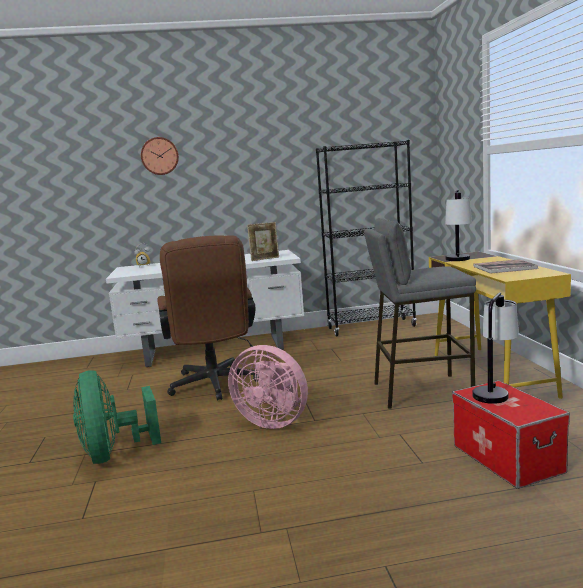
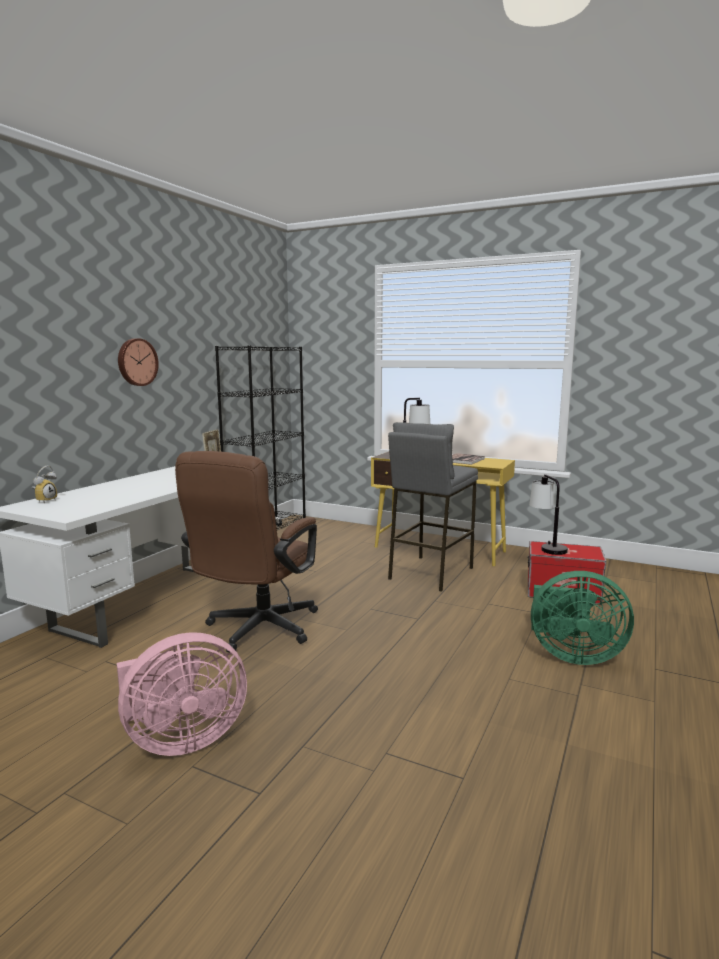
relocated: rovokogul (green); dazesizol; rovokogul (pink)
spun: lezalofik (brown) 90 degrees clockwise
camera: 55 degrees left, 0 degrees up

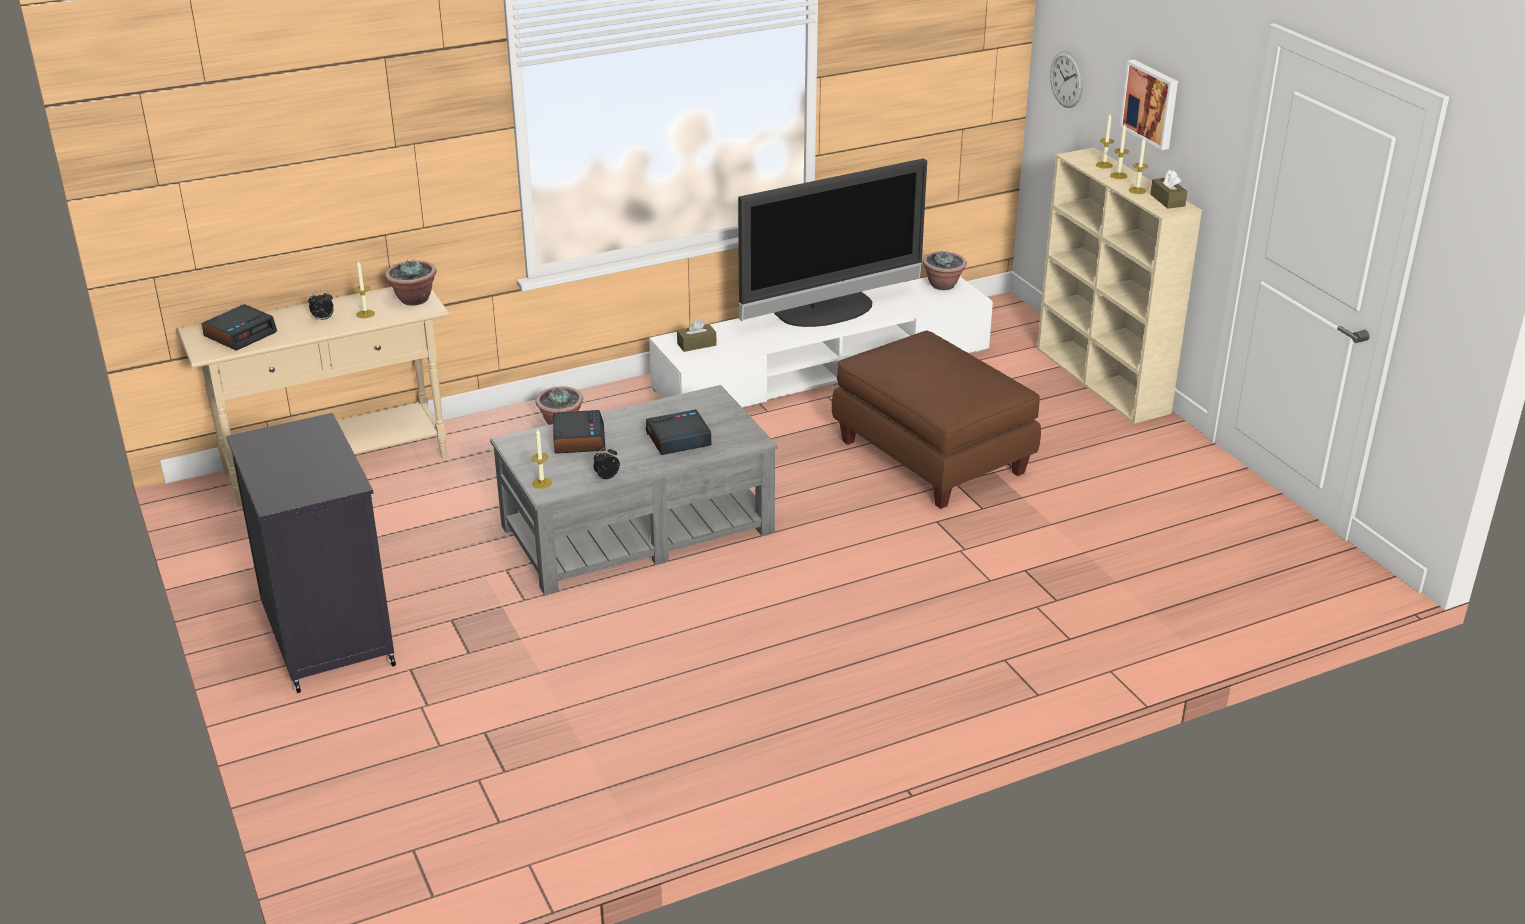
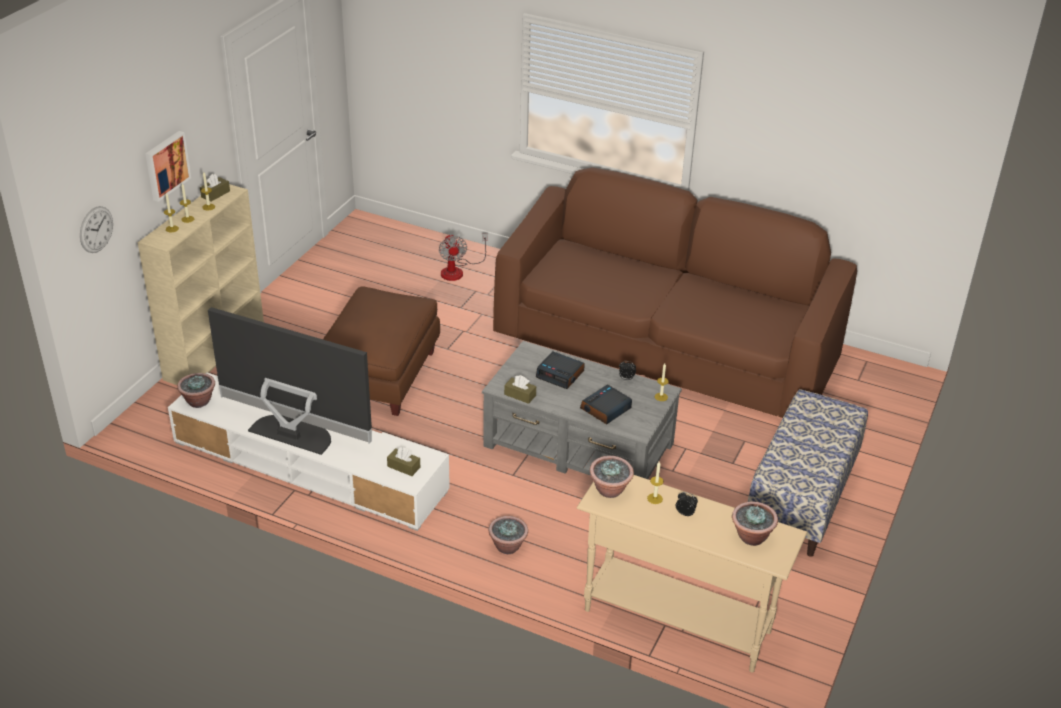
appeared: rovokogul; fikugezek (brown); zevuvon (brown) (no. 3 from left)
exchanged: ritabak (no. 1 from left) to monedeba (no. 4 from left); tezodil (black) to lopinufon
camera: 130 degrees left, 5 degrees up

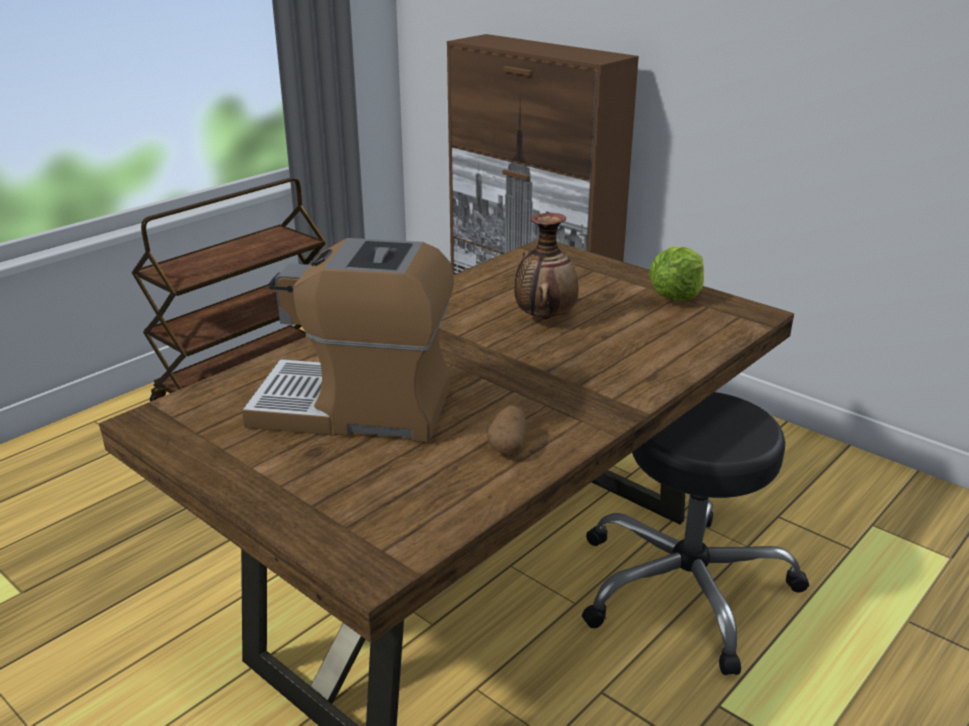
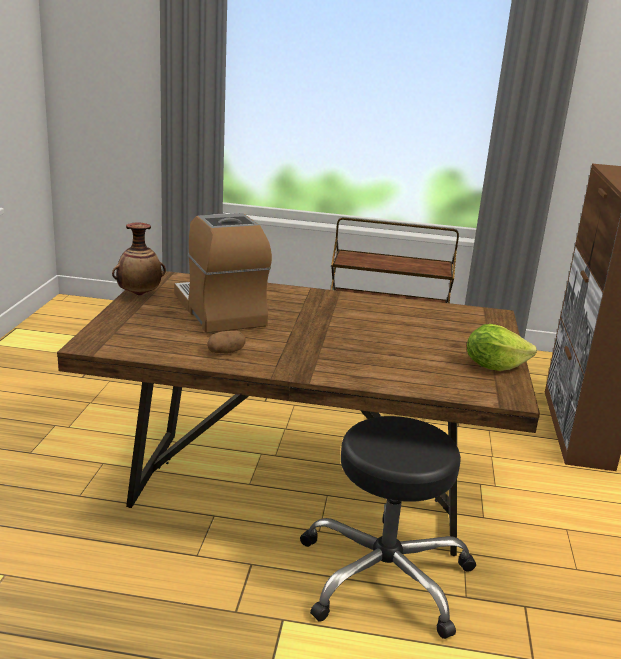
relocated: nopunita
camera: 55 degrees right, 5 degrees down

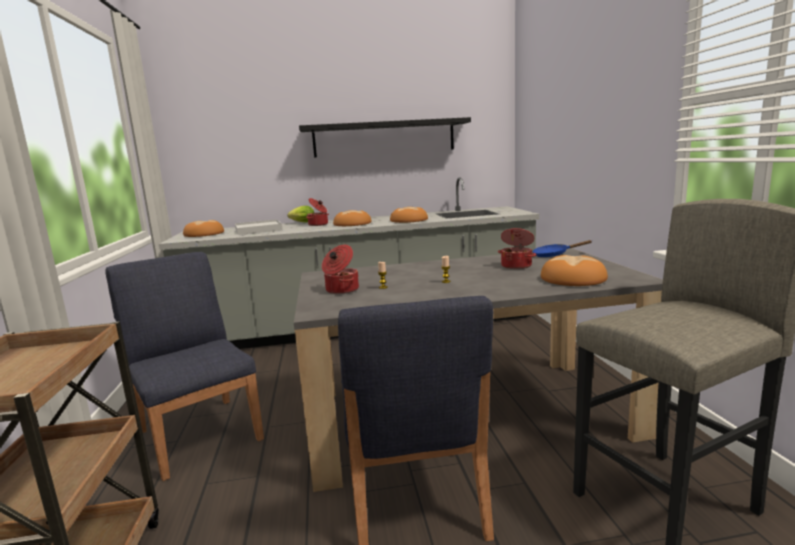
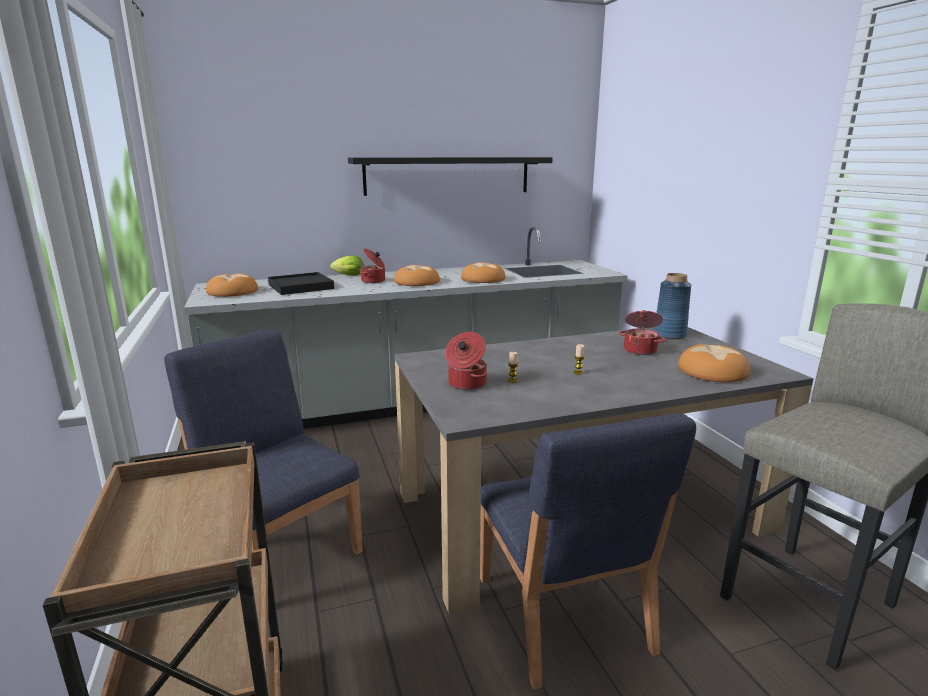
exchanged: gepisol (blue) to nopunita (blue)
colour: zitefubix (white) to zitefubix (black)
camera: 10 degrees left, 5 degrees up

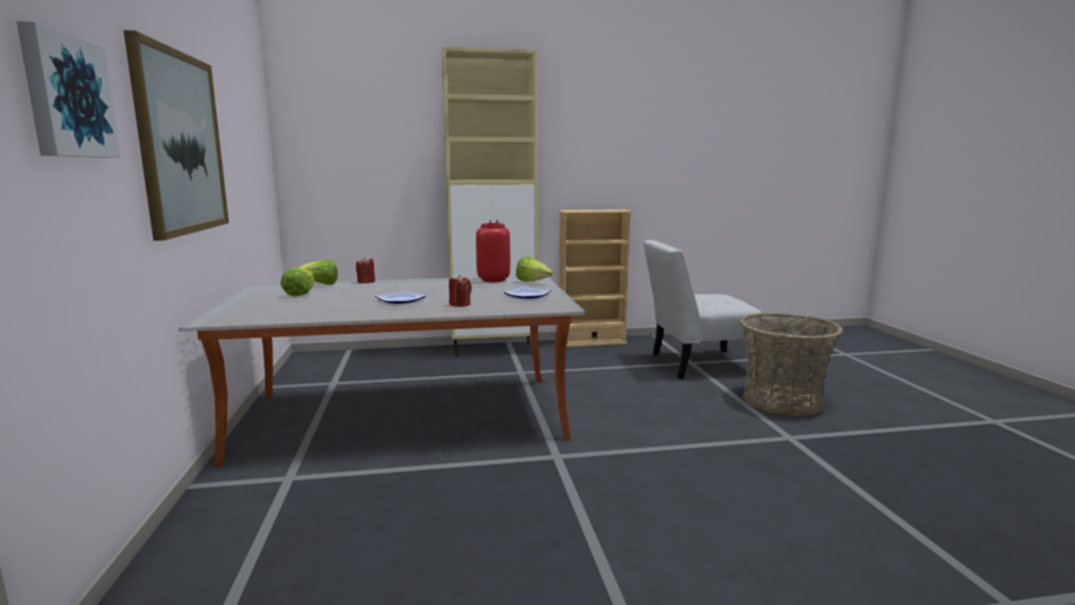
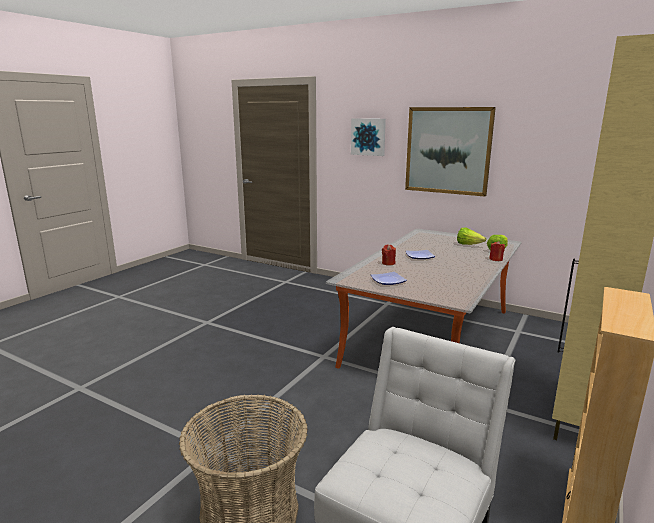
missing: nopunita (red); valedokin (no. 3 from left)
camera: 130 degrees right, 5 degrees up

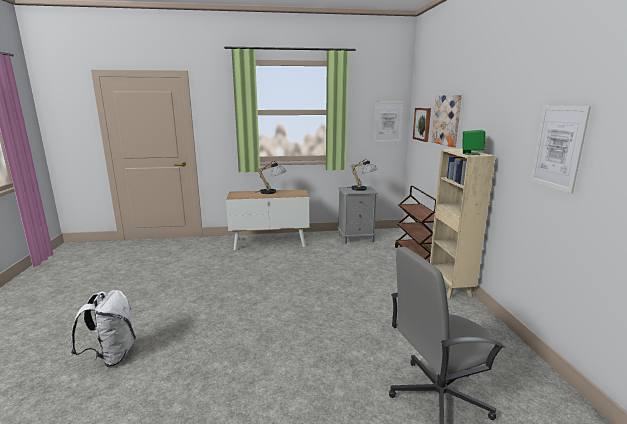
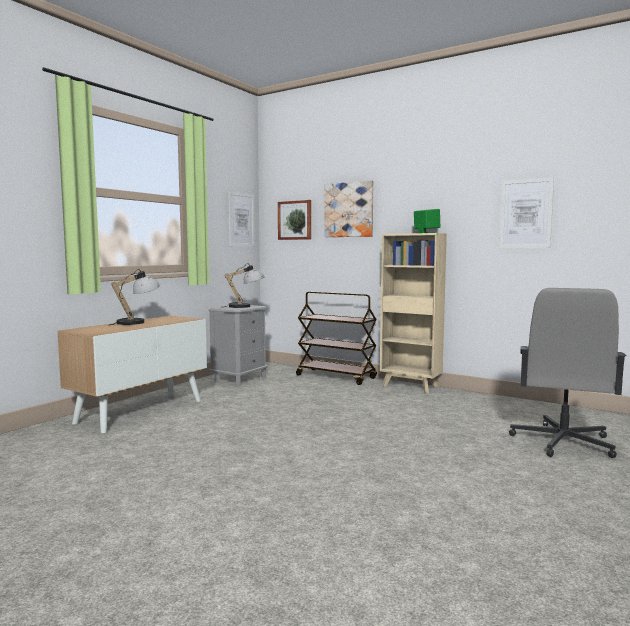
missing: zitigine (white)
camera: 50 degrees left, 10 degrees down

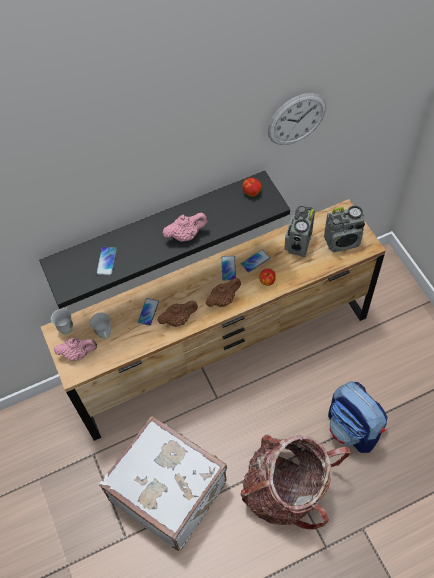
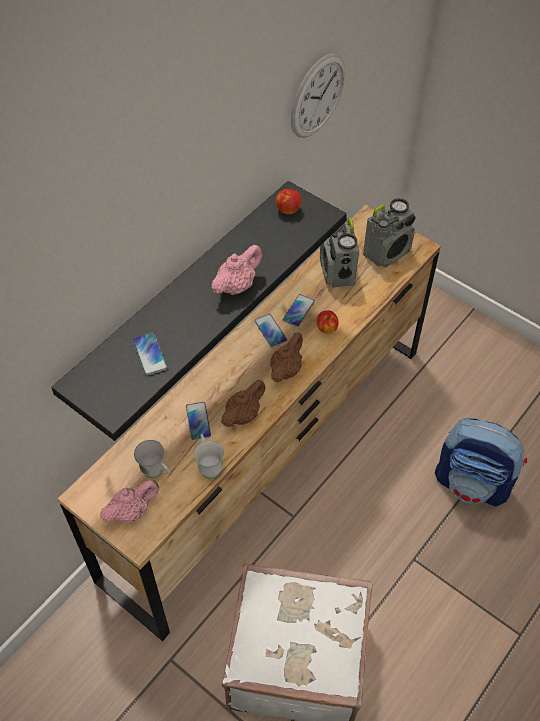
missing: zitigine (no. 1 from left)
relocated: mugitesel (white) (no. 1 from left in the first image) to mugitesel (white) (no. 2 from left)
camera: 30 degrees left, 5 degrees down

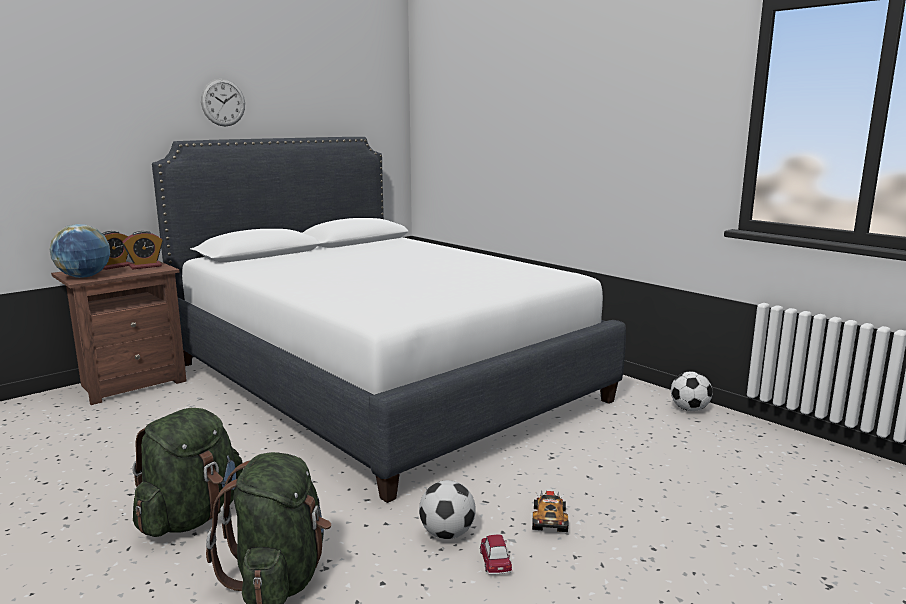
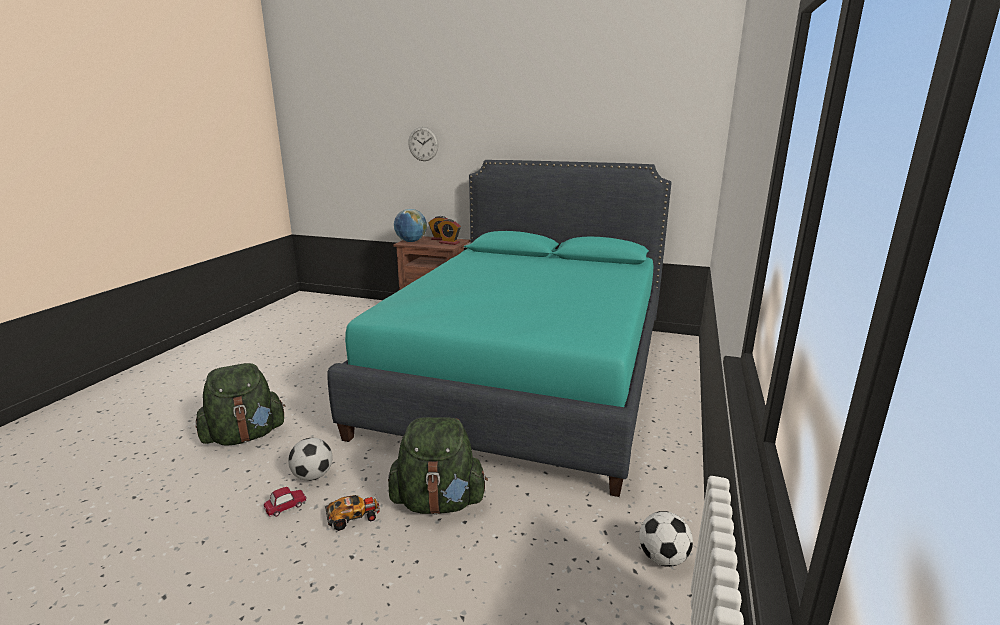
relocated: zitigine (green) (no. 1 from left in the first image) to zitigine (green) (no. 2 from left); dazesizol
colour: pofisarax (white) to pofisarax (turquoise)
camera: 60 degrees right, 5 degrees up

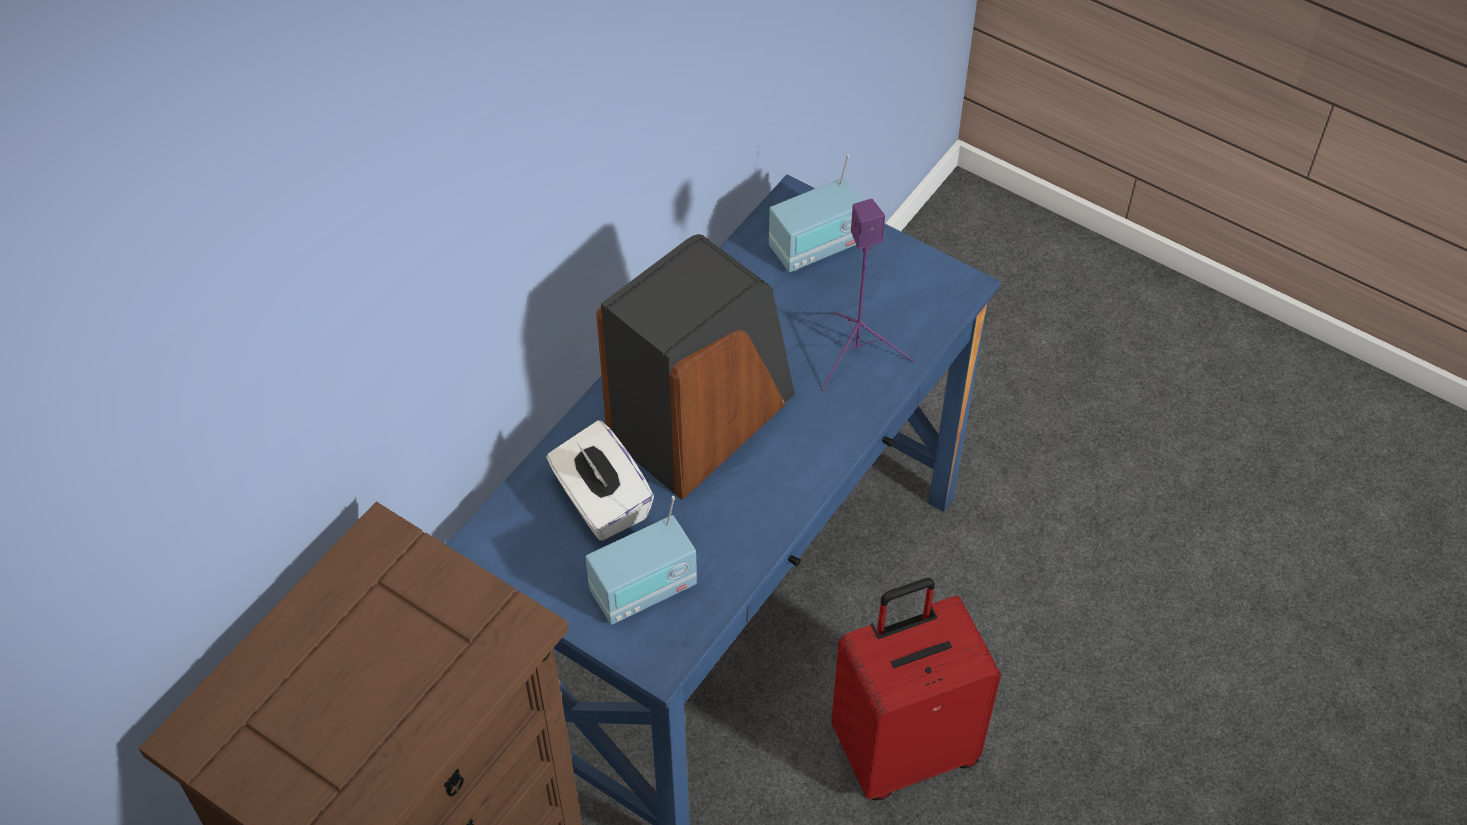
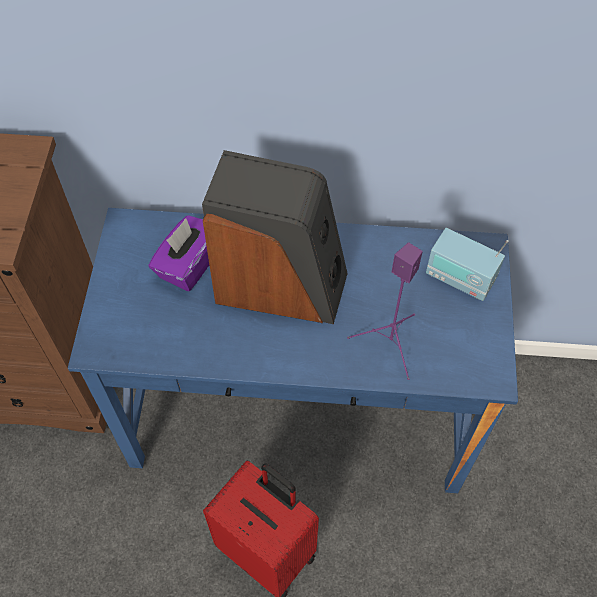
missing: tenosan (no. 1 from left)
colour: zevuvon (white) to zevuvon (purple)
camera: 60 degrees right, 5 degrees up

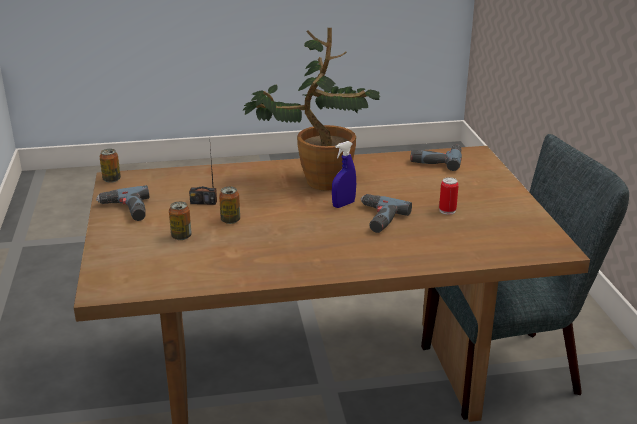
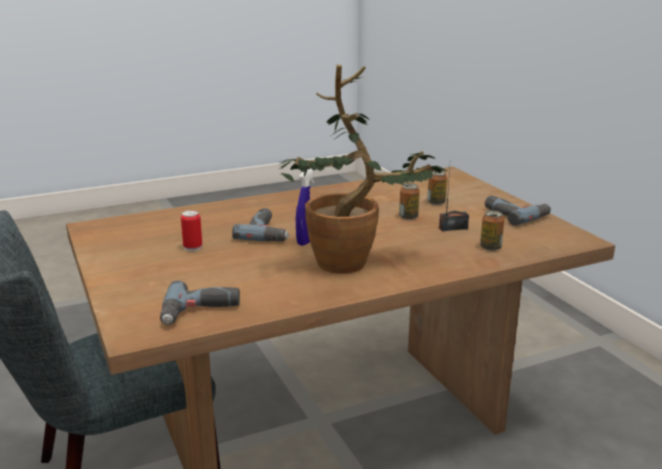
relocated: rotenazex (no. 1 from left in the first image) to rotenazex (no. 4 from left)
camera: 165 degrees right, 5 degrees down

